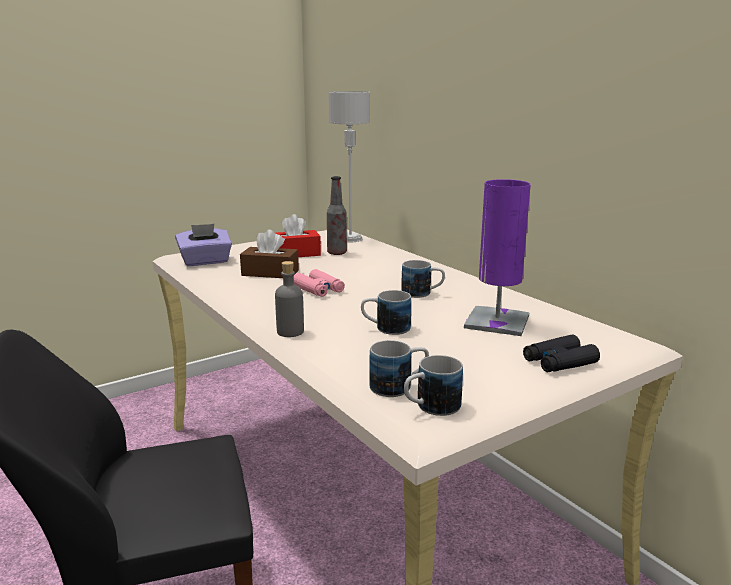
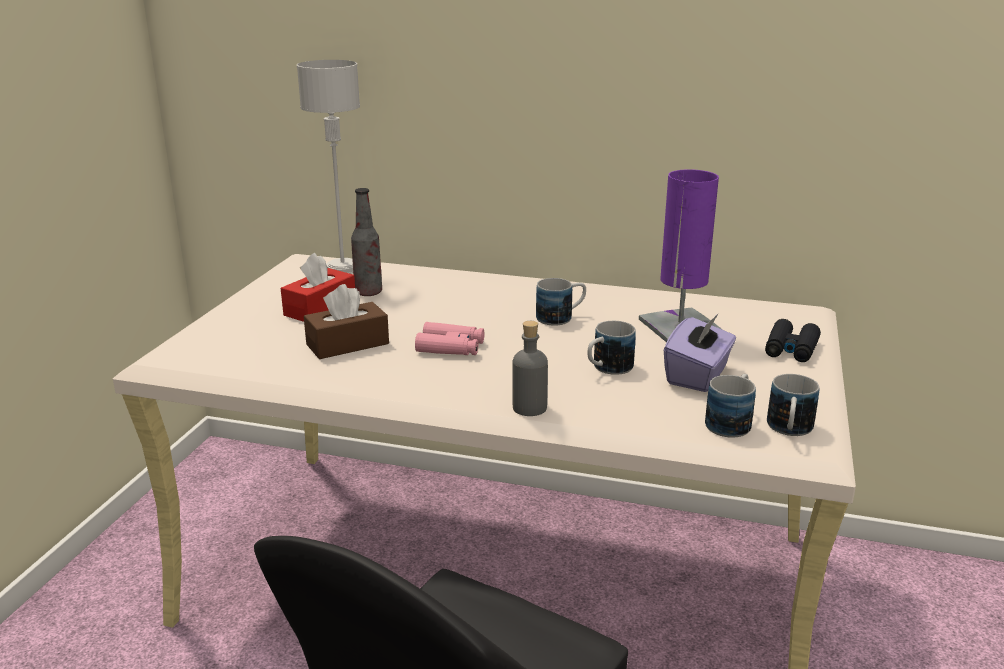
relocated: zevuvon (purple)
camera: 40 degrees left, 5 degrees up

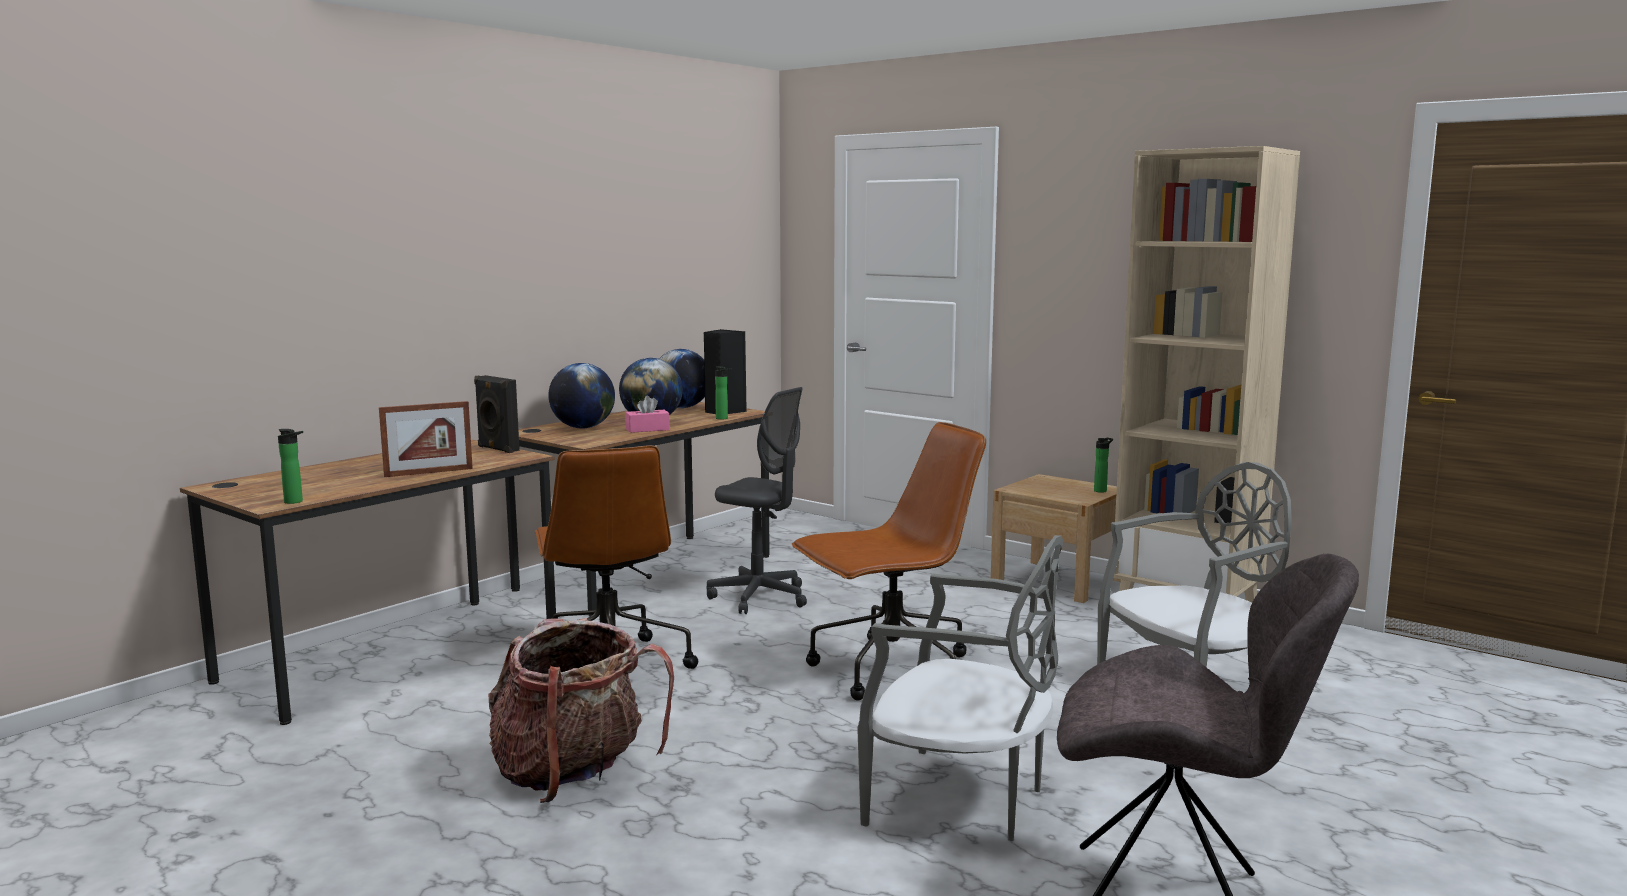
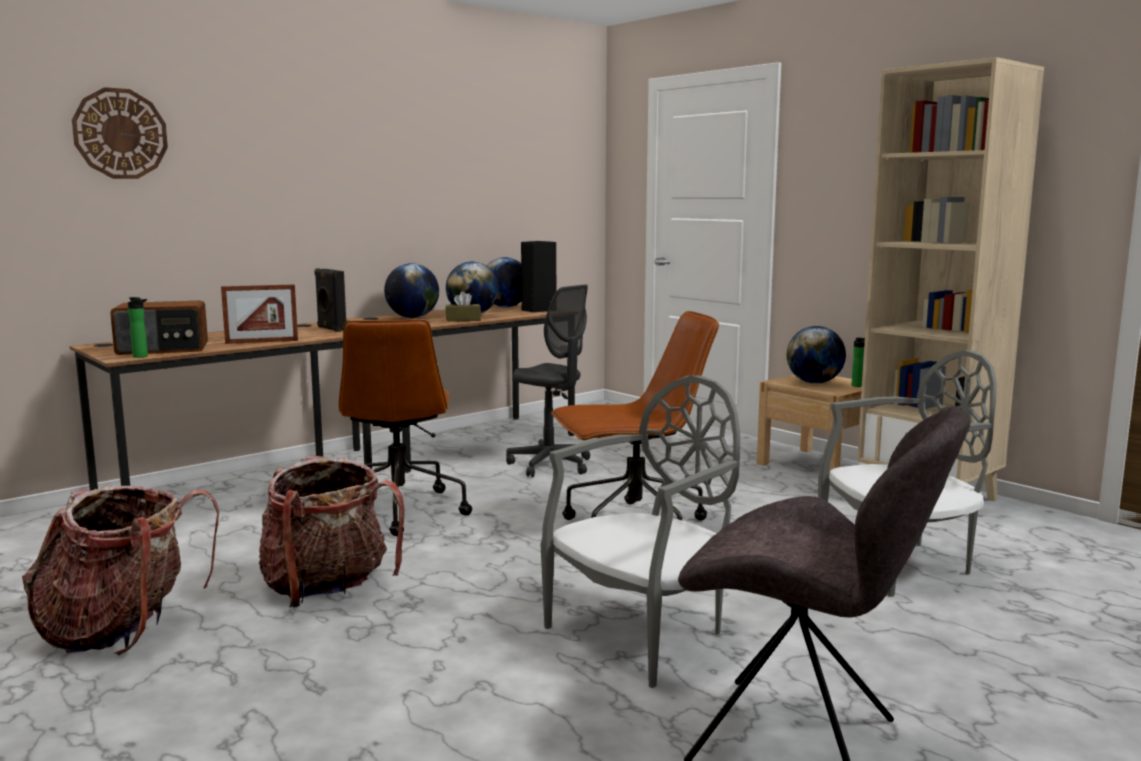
missing: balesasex (no. 2 from left)
appeared: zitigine (no. 1 from left); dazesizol; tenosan; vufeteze (no. 4 from left)
colour: zevuvon (pink) to zevuvon (brown)
spun: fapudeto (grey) (no. 1 from left) 75 degrees counterclockwise
camera: 10 degrees right, 0 degrees up

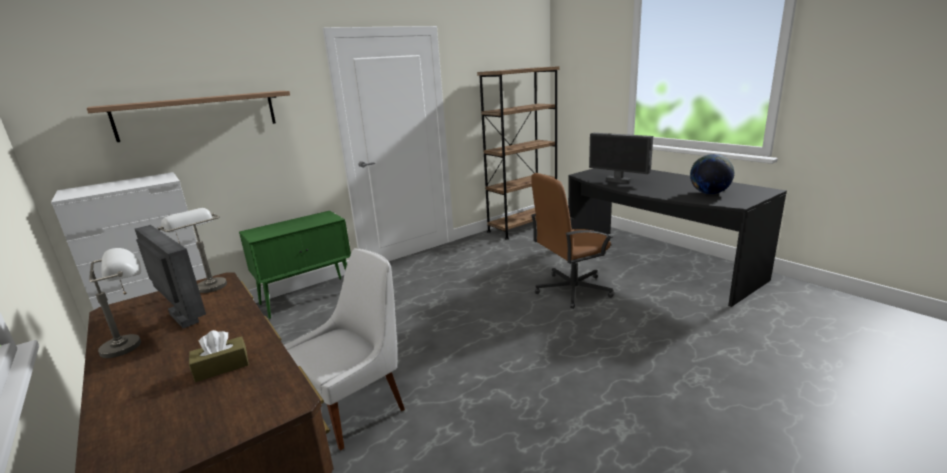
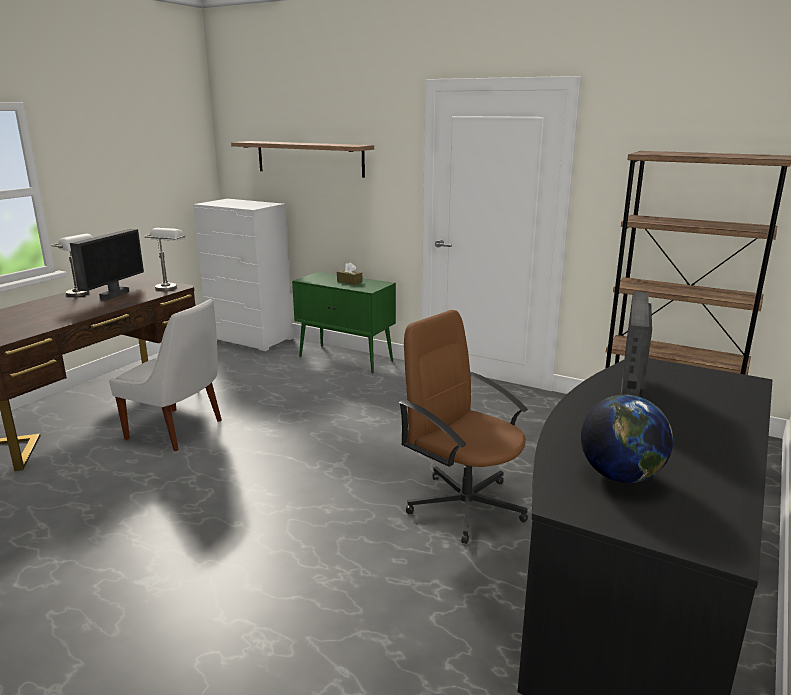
relocated: zevuvon (brown)
camera: 65 degrees right, 0 degrees up

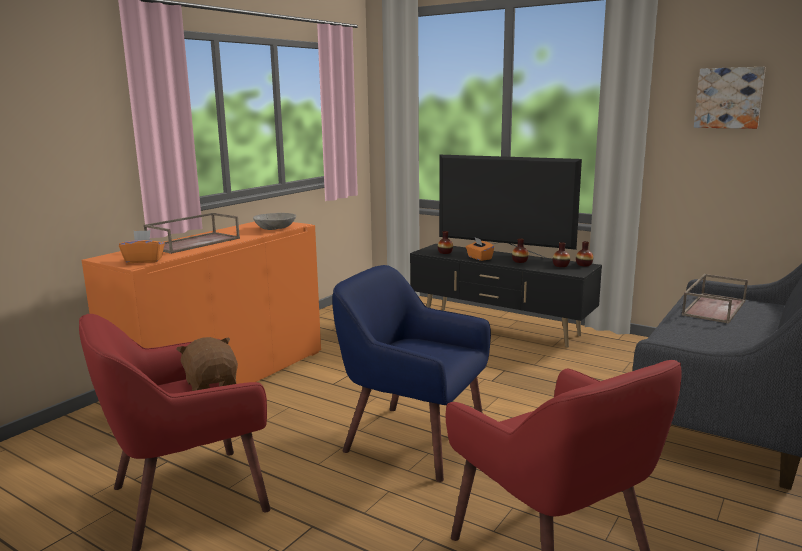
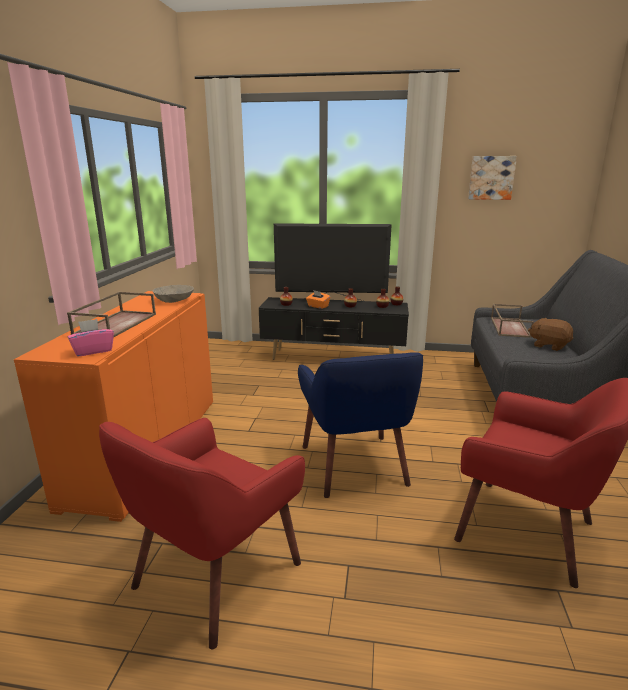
relocated: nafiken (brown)
colour: zevuvon (orange) (no. 1 from left) to zevuvon (pink)
spun: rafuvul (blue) 105 degrees counterclockwise
camera: 25 degrees left, 5 degrees up

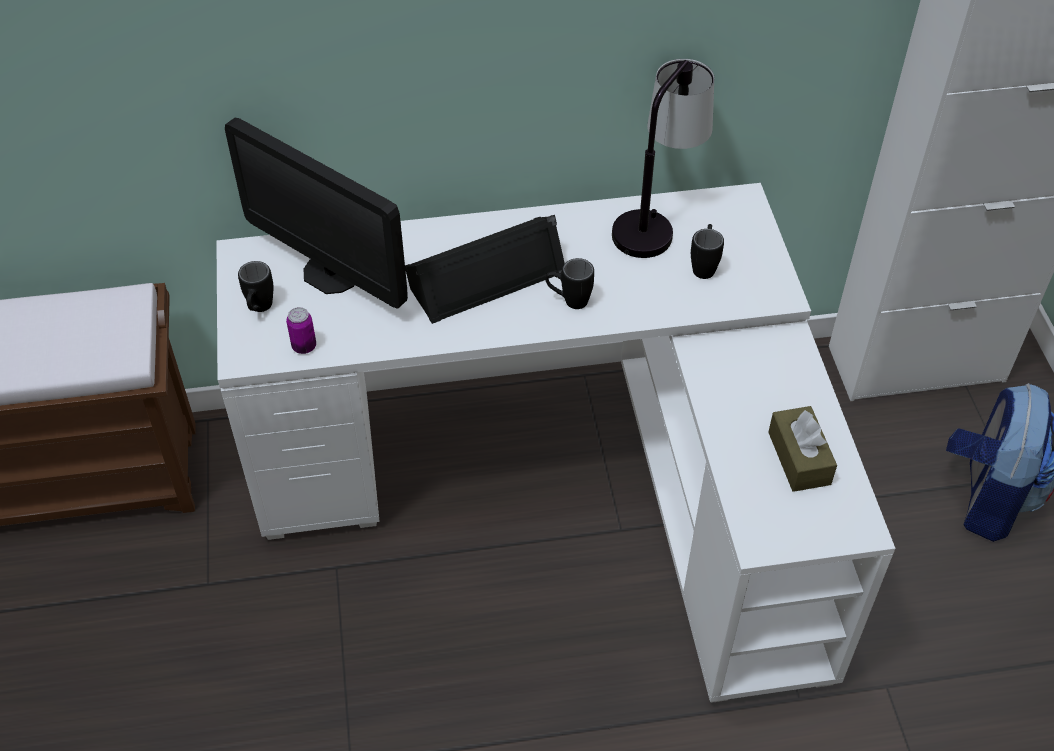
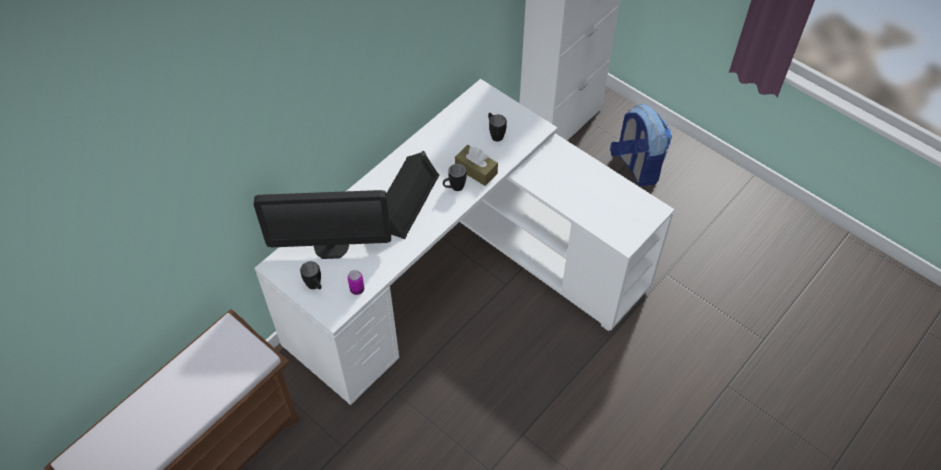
missing: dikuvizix
relocated: zevuvon (brown)
camera: 40 degrees left, 5 degrees up

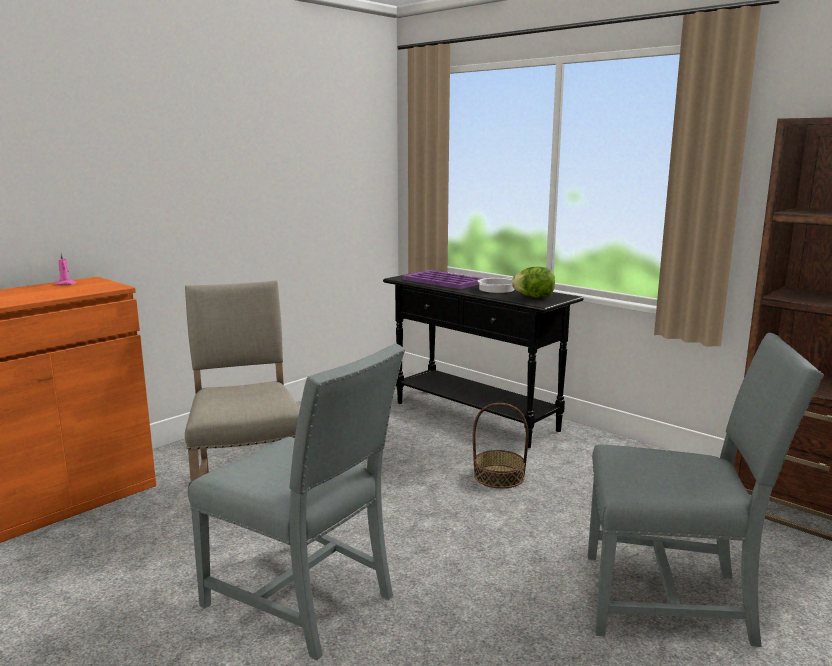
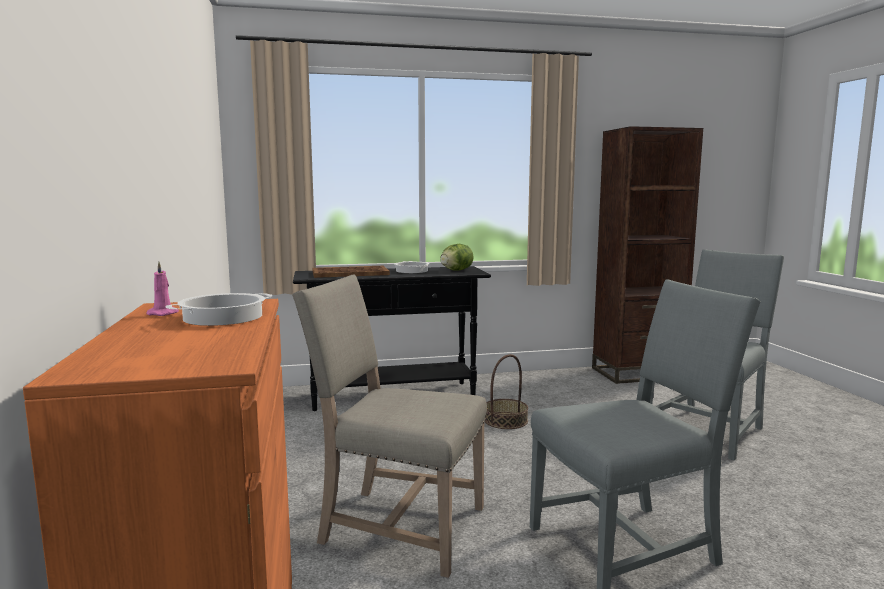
appeared: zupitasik (no. 1 from left)
colour: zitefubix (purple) to zitefubix (brown)
camera: 55 degrees left, 5 degrees down

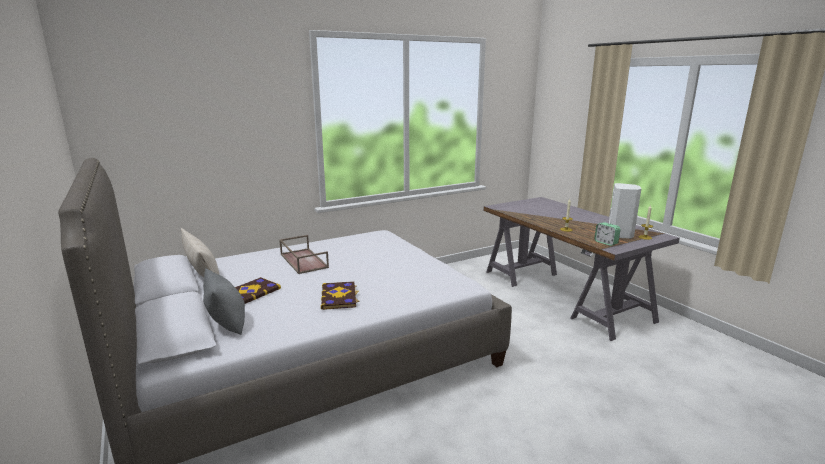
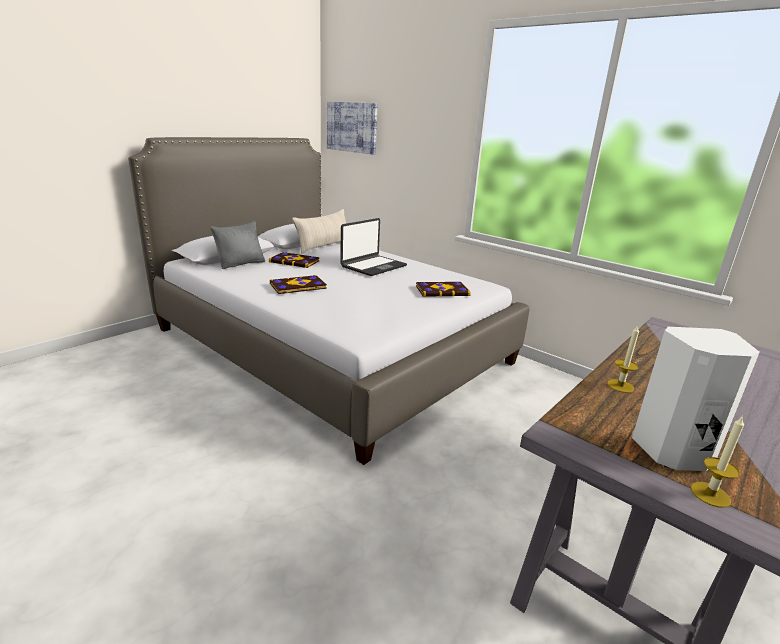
missing: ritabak
appeared: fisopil; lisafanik (no. 3 from left)
exchanged: zitefubix (brown) to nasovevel
camera: 70 degrees right, 5 degrees up

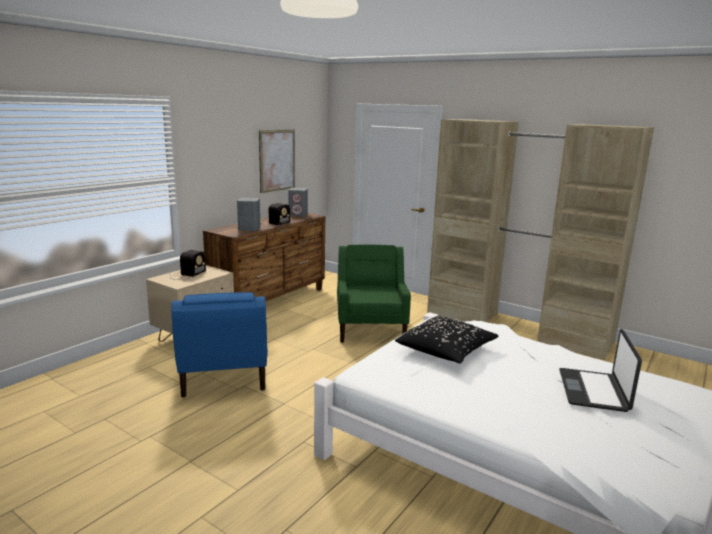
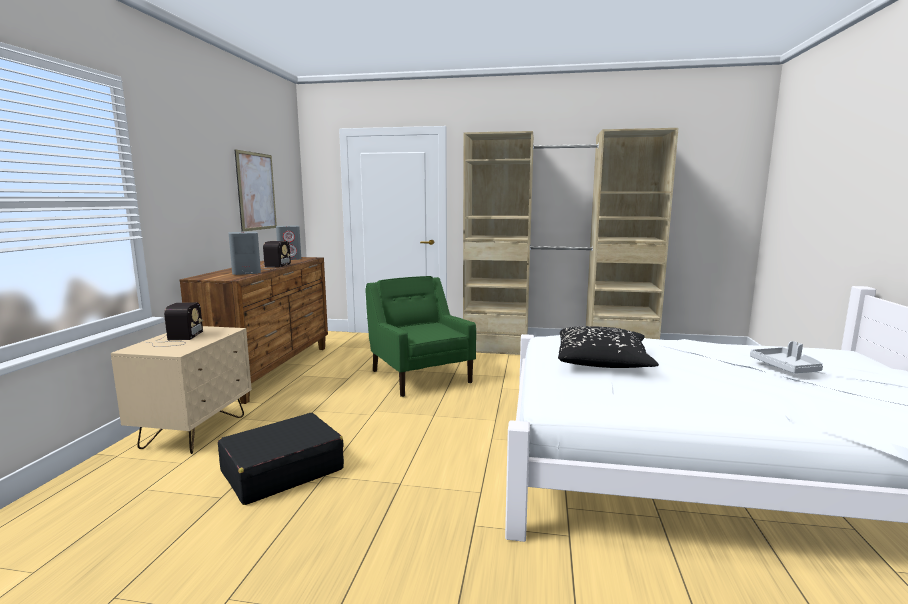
exchanged: rafuvul (blue) to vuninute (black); nasovevel to zitefubix (grey)
camera: 25 degrees left, 5 degrees down

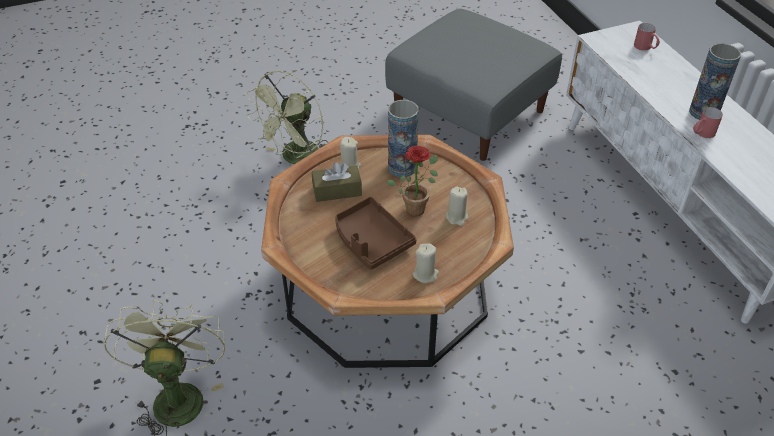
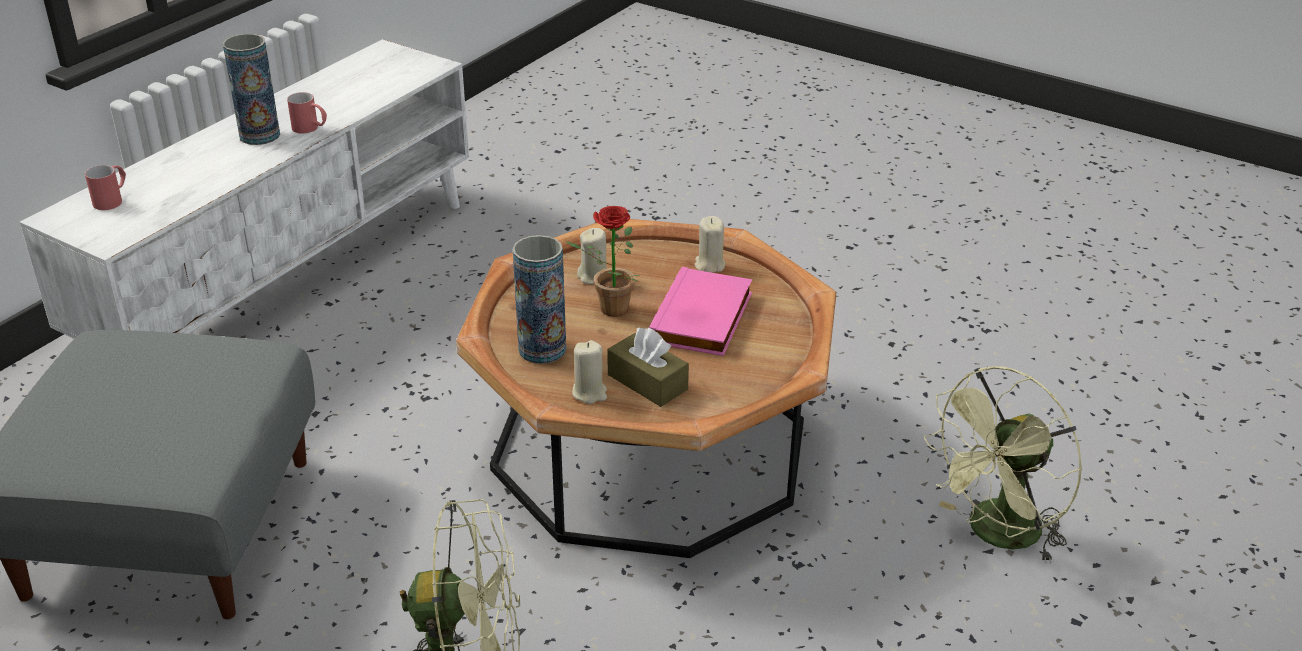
exchanged: zitefubix (brown) to lisafanik (pink)
camera: 125 degrees left, 10 degrees down

